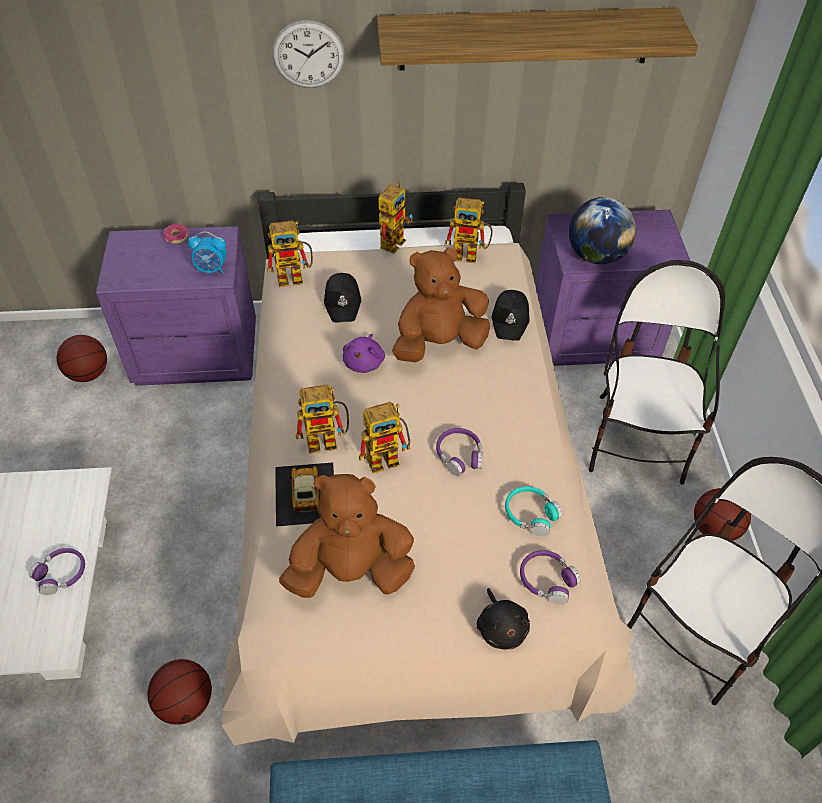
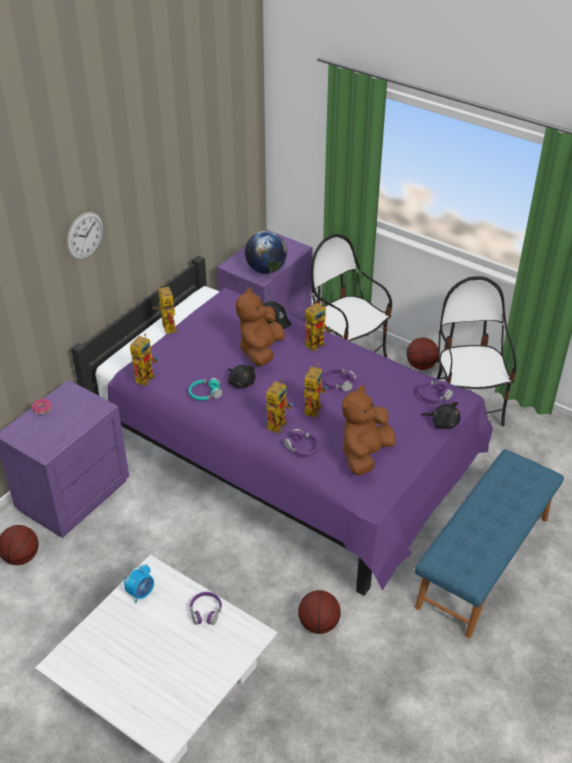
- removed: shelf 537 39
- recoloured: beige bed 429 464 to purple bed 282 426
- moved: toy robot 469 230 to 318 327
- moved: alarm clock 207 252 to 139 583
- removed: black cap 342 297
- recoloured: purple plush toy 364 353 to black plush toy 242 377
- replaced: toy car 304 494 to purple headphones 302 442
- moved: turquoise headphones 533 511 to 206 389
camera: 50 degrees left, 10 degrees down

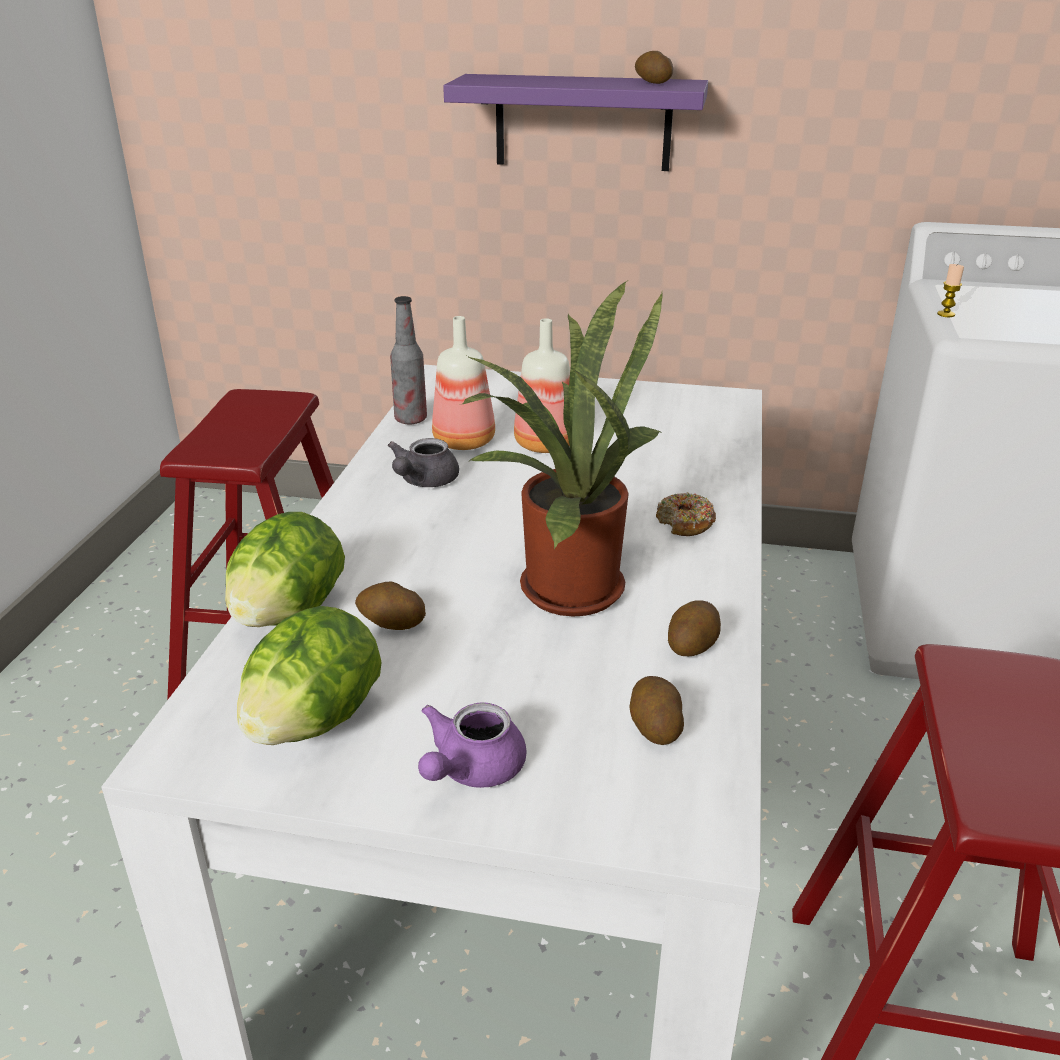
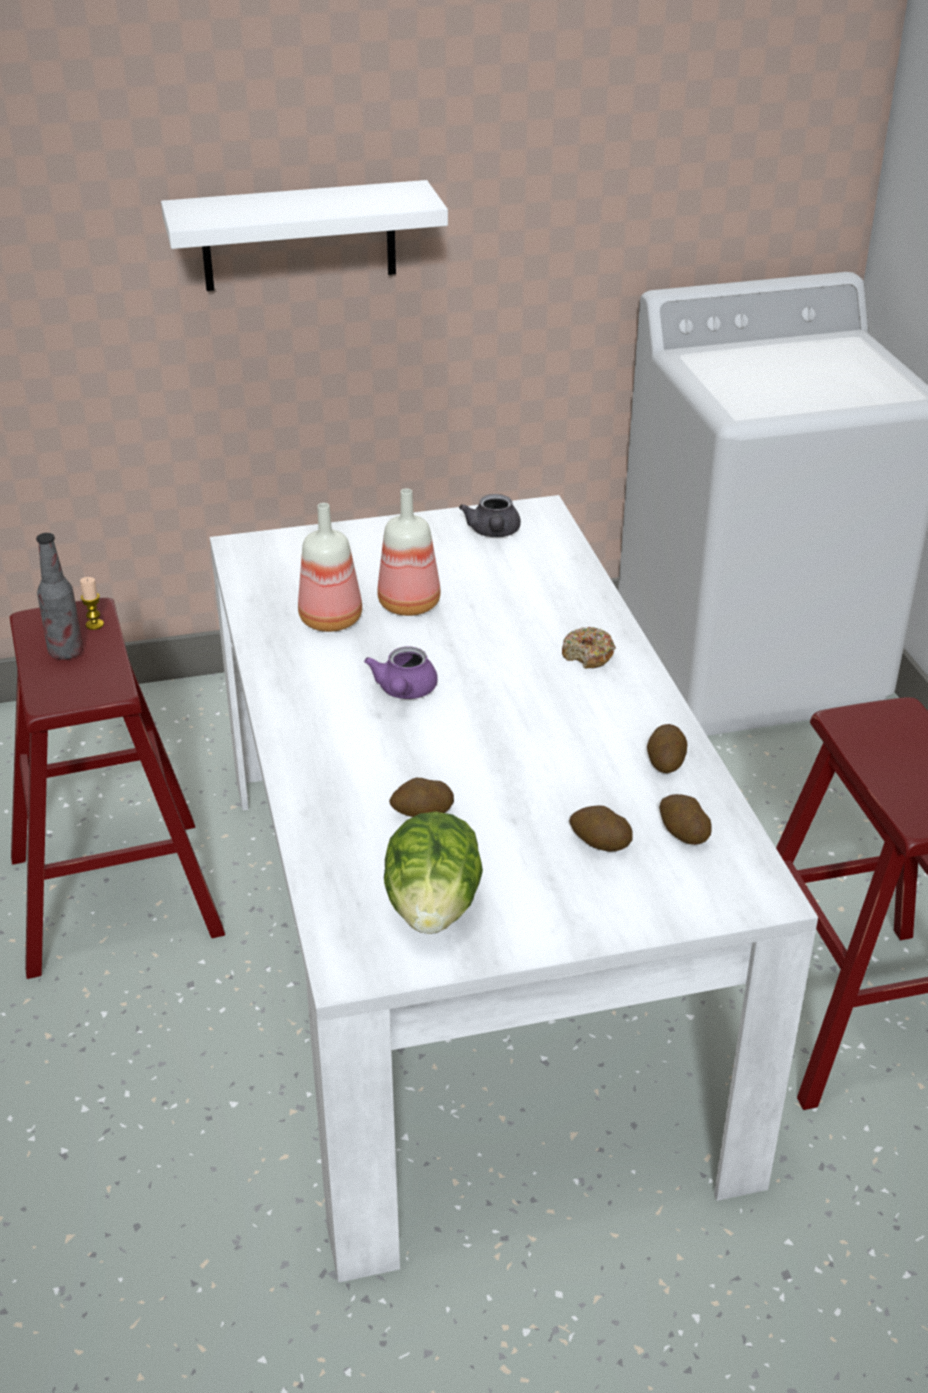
- moved: potato 654 67 to 601 828
- recoloured: purple shelf 575 122 to white shelf 304 235
- moved: candle 950 290 to 92 603
- removed: potted plant 560 449
- moved: bottle 408 360 to 59 596
- moved: grey teapot 423 462 to 490 515
- removed: lettuce 285 569
- moved: purple teapot 472 745 to 401 673
camera: 25 degrees left, 5 degrees up

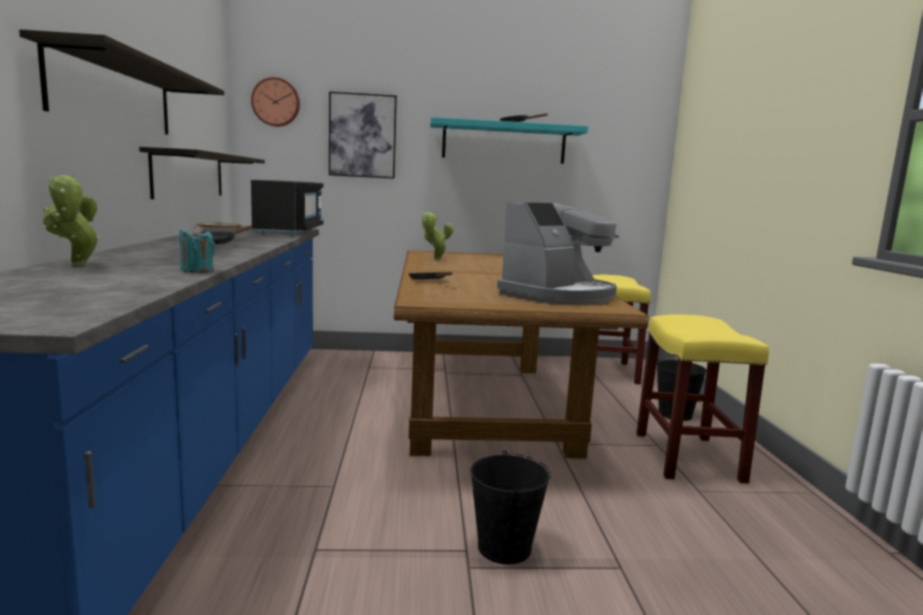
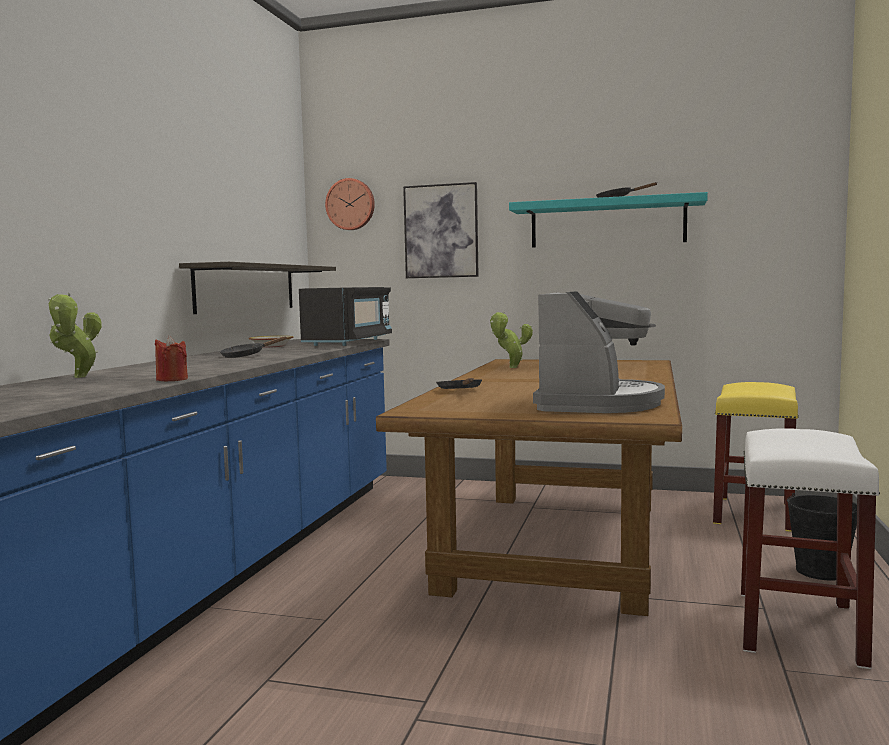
- removed: shelf 121 82
- turned: coffee machine 558 253 = 599 352 45 degrees counterclockwise
- recoloured: turquoise candle 197 249 to red candle 171 358
- recoloured: yellow stool 702 399 to white stool 810 548
- removed: black bucket 510 507
camera: 20 degrees right, 5 degrees down

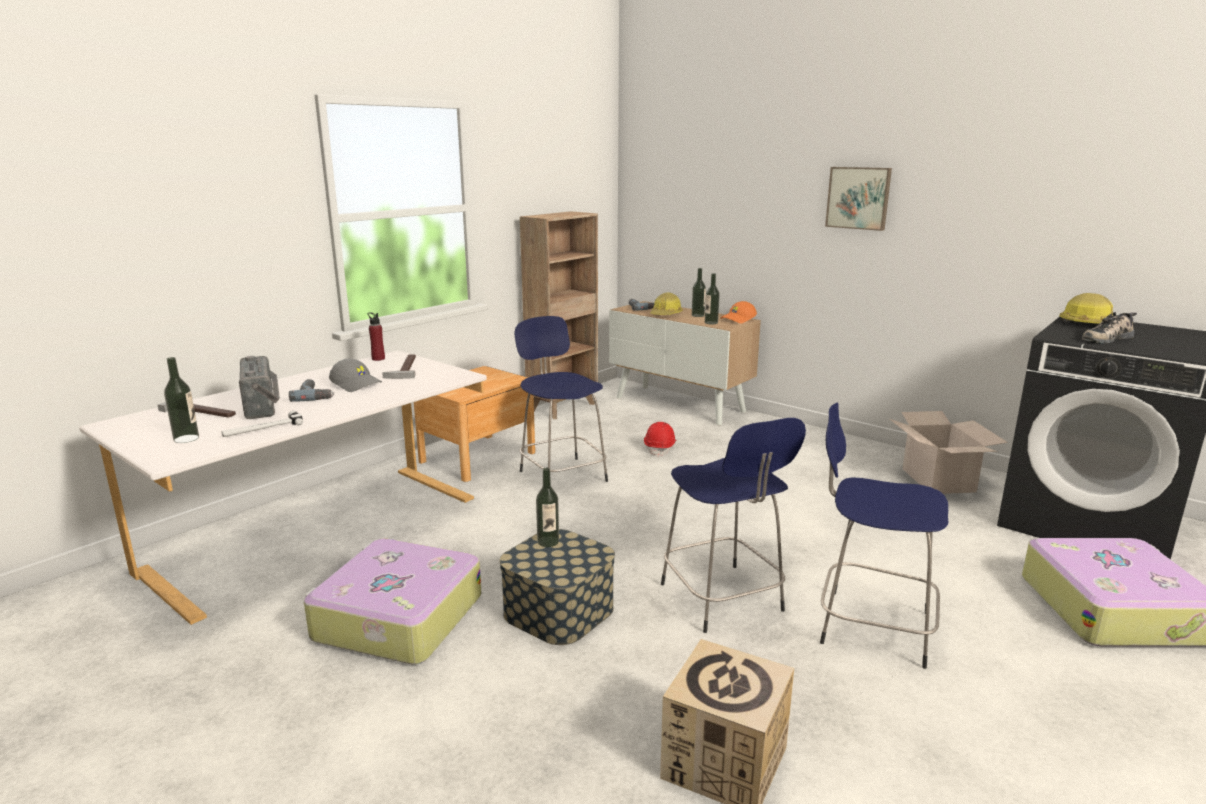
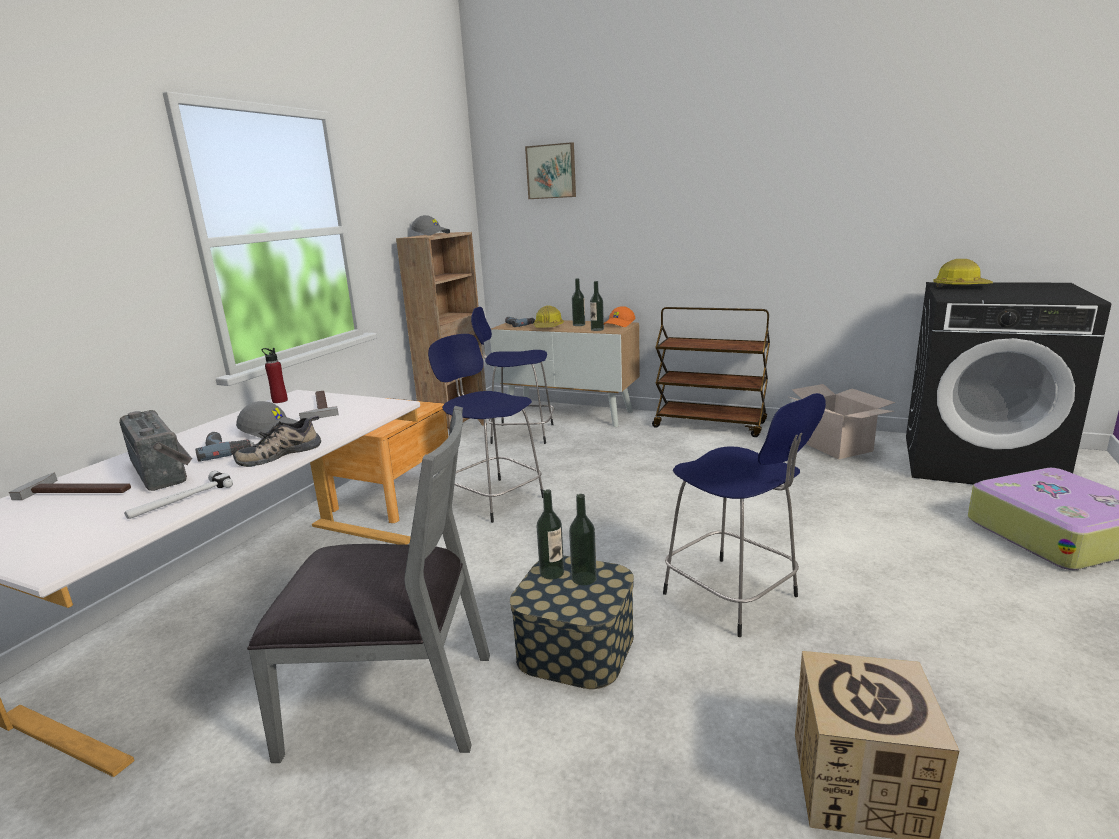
- moved: picture 858 199 to 550 170
- moved: shoe 1109 328 to 277 441
- moved: bottle 181 400 to 583 539
- moved: blue stool 884 536 to 512 375
- removed: red hard hat 660 439
- replaced: suitcase 392 601 to grey chair 368 584
- added: grey cap 430 225
- added: brown cart 711 372
camera: 15 degrees left, 0 degrees up

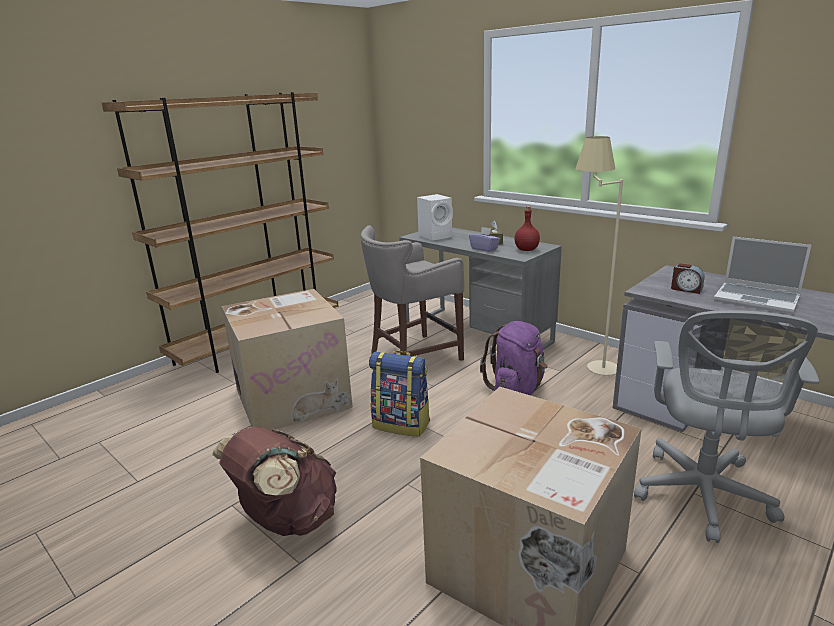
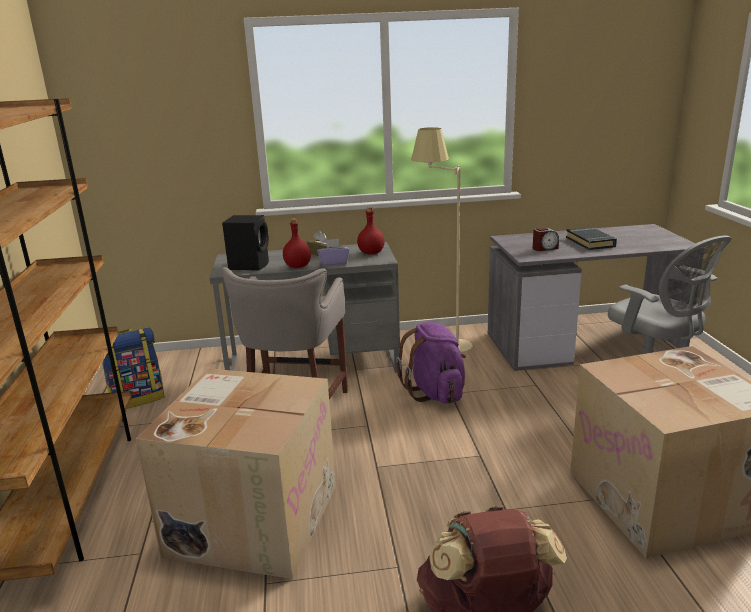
- recoloured: white speaker 435 217 to black speaker 245 243
- replaced: laptop 763 275 to black book 591 238
- moved: backpack 399 394 to 133 368
- added: red bottle 297 243
camera: 50 degrees left, 0 degrees up

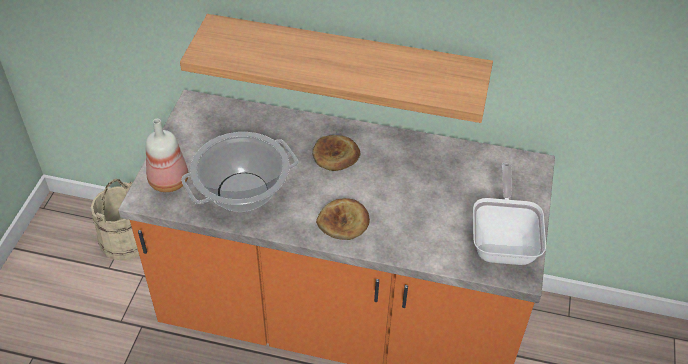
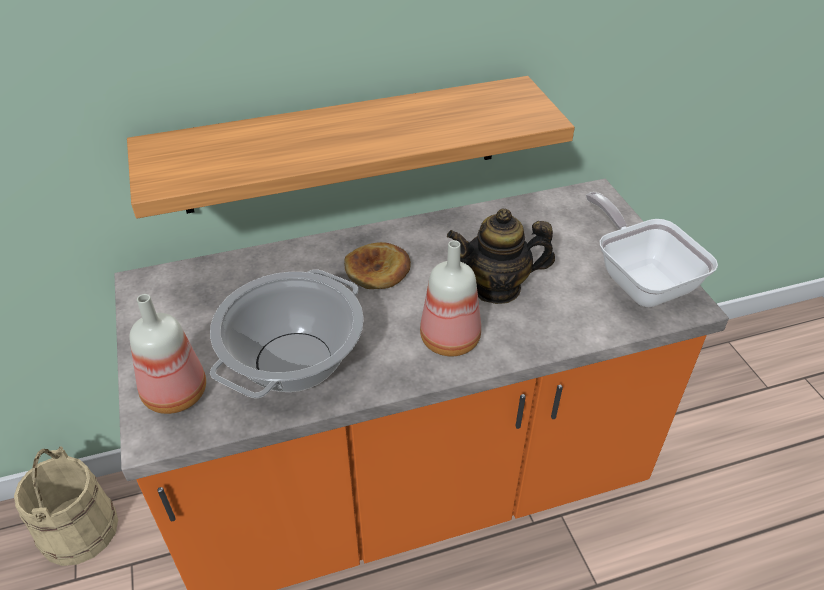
- replaced: bread 343 219 to bottle 450 298
- added: teapot 501 256
camera: 30 degrees left, 5 degrees down

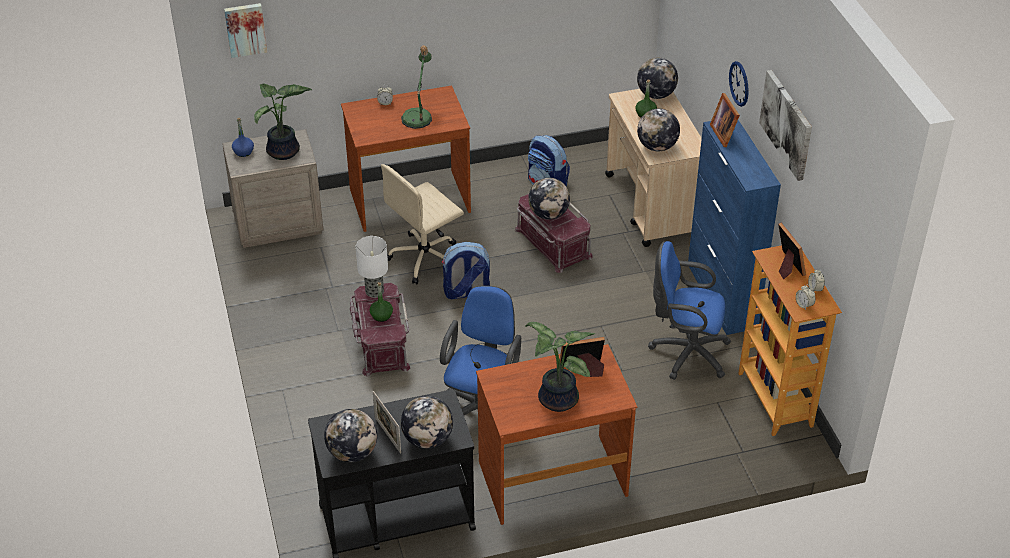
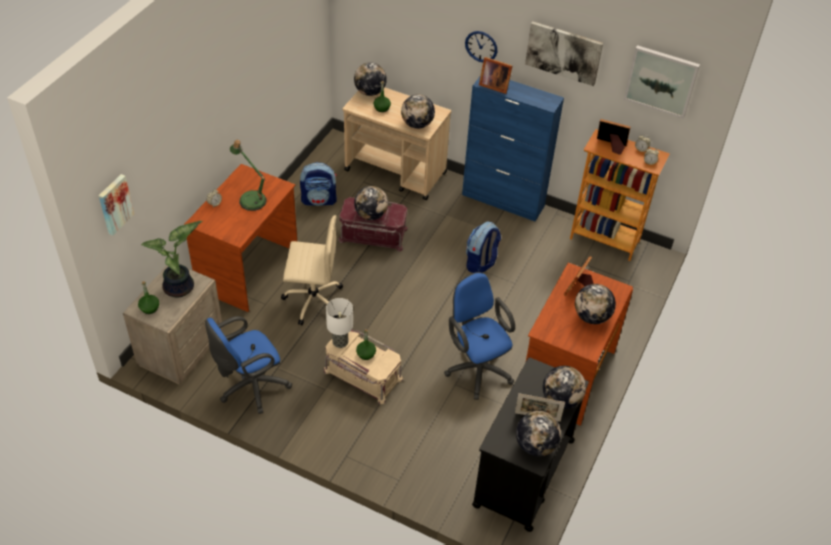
- recoloured: blue bottle 243 137 to green bottle 148 297
- turned: beige office chair 422 224 = 312 270 90 degrees counterclockwise
- moved: blue office chair 689 310 to 248 365
- moved: backpack 466 270 to 483 247
- recoloured: red storage box 380 329 to beige storage box 363 367
- replaced: potted plant 560 367 to globe 595 304
- added: picture 662 82
camera: 50 degrees left, 5 degrees up

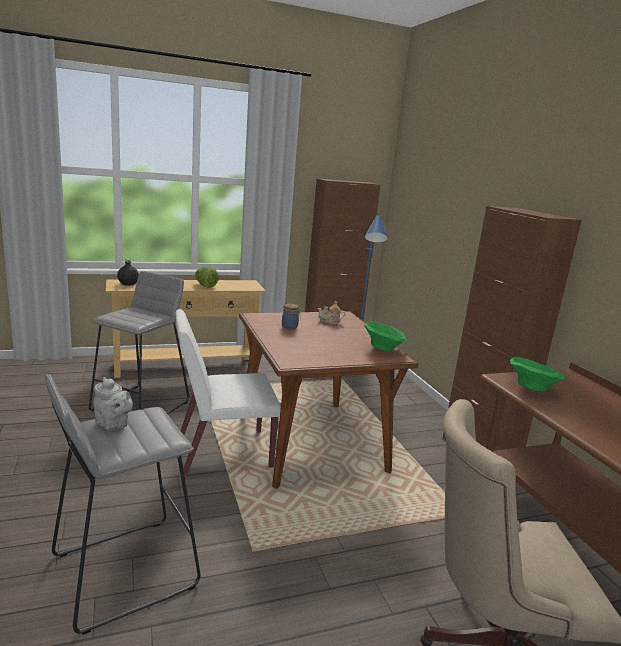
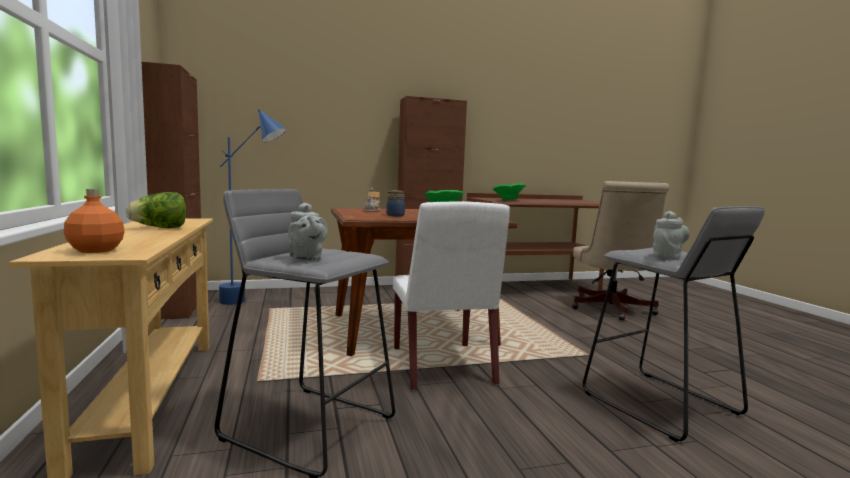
- recoloured: black bottle 128 272 to orange bottle 94 221
- added: grey teapot 308 232
camera: 85 degrees left, 10 degrees down

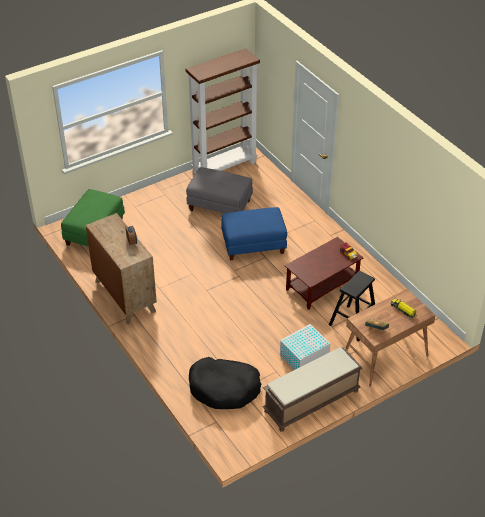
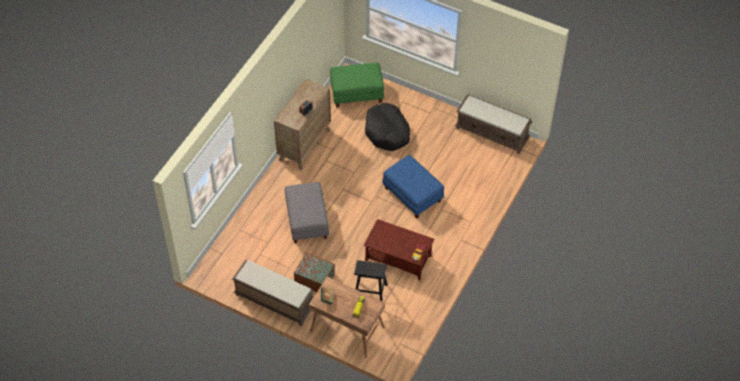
- replaced: brown bookcase 223 111 to brown bench 494 124
- moved: grey ottoman 219 190 to 307 212
- recoloured: white storage box 305 347 to brown storage box 314 272
- moved: black dog bed 225 383 to 387 127
camera: 60 degrees right, 10 degrees up

